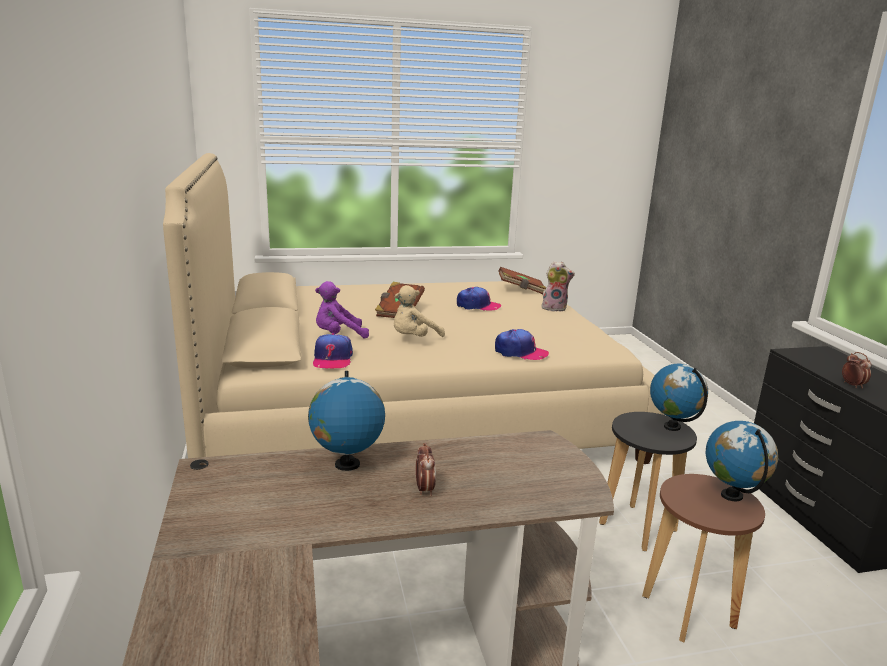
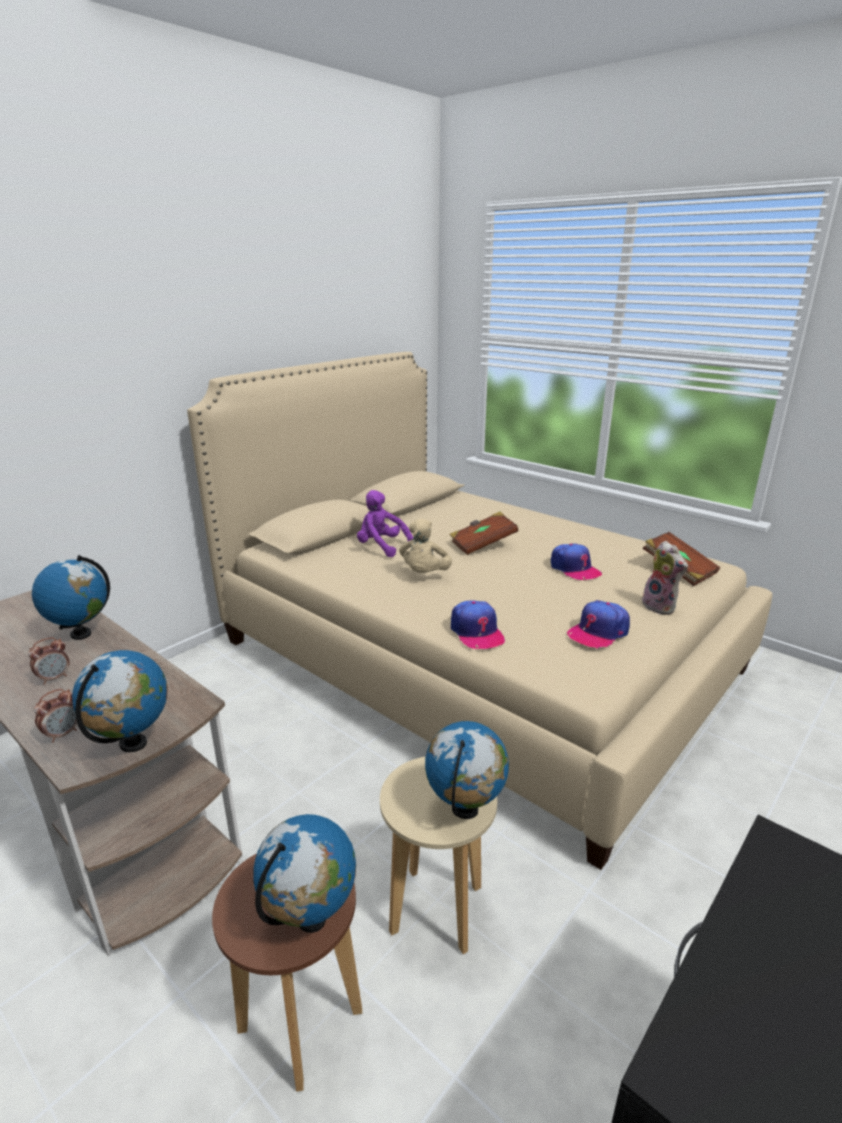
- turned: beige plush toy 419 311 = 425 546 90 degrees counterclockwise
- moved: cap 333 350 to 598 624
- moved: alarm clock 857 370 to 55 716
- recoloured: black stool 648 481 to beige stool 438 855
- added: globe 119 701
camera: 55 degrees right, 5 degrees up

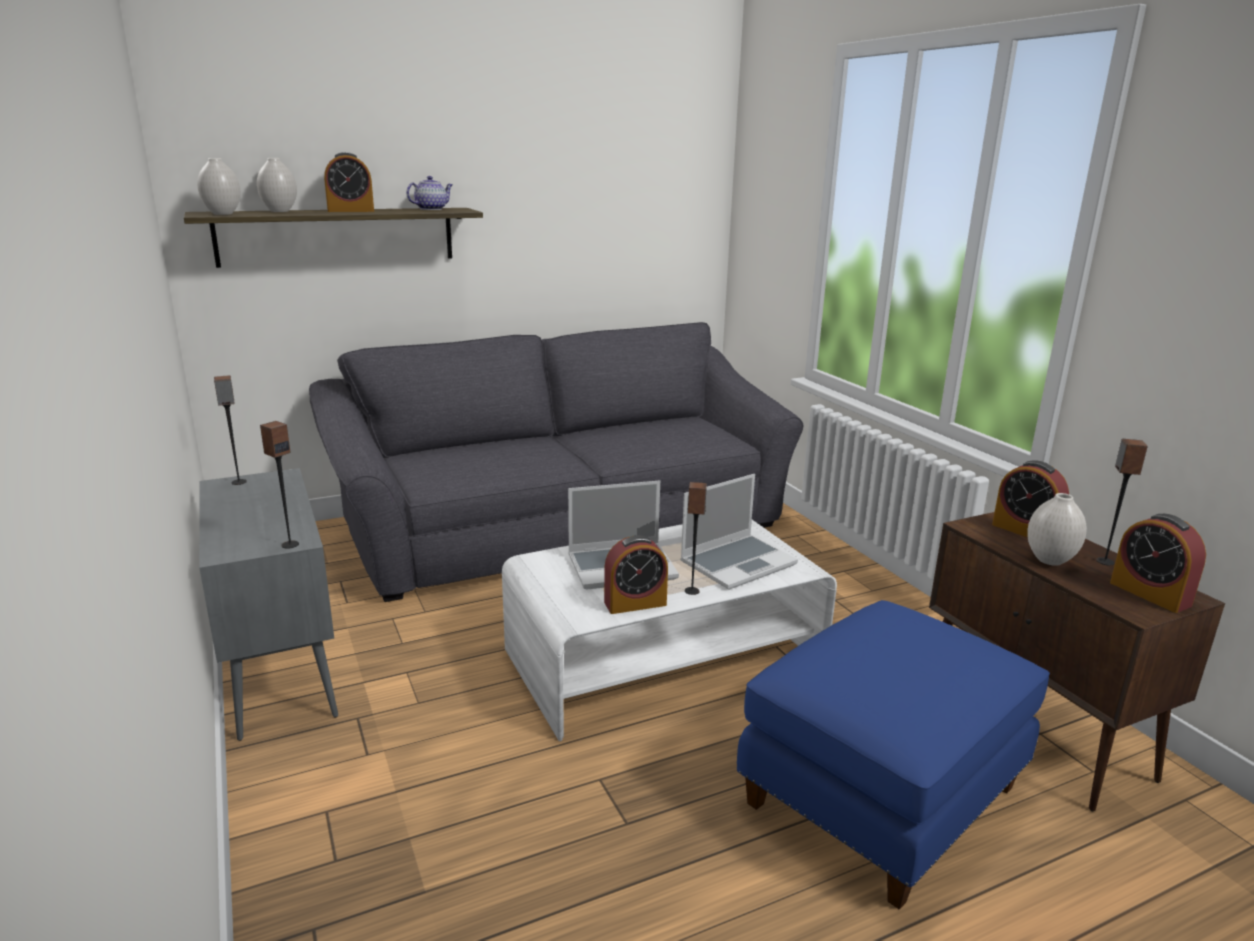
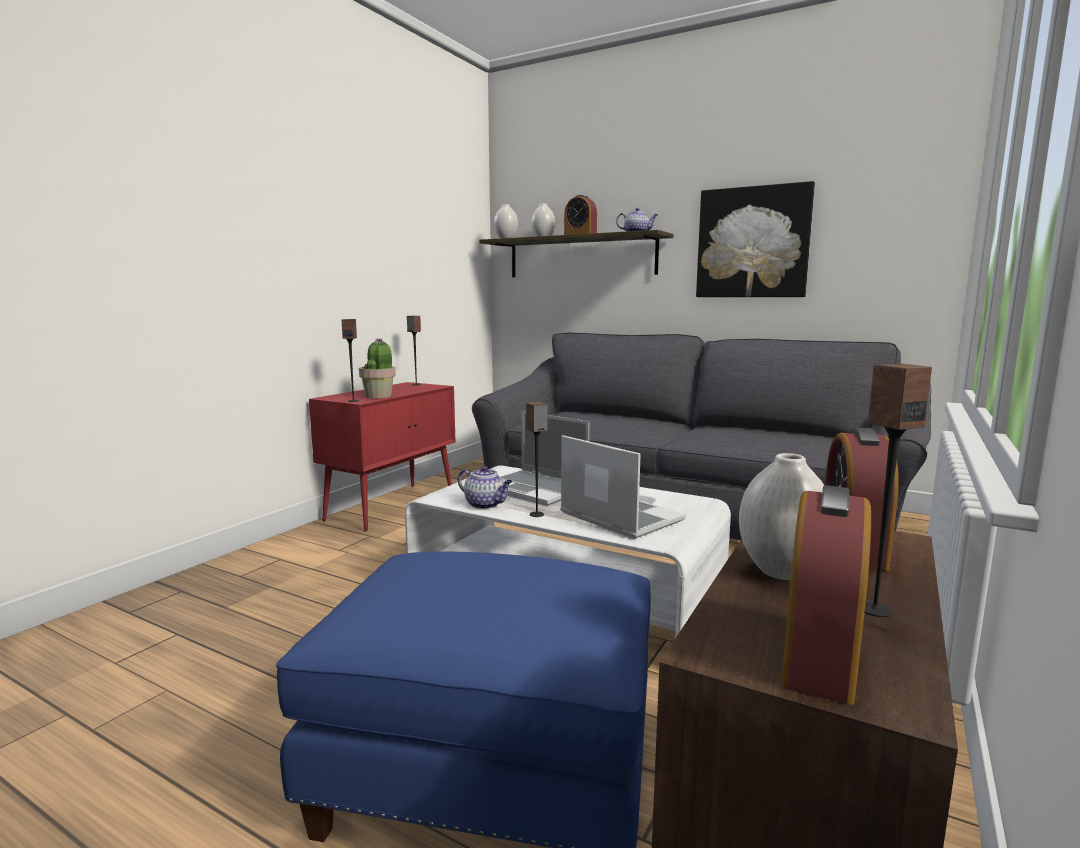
- recoloured: grey cabinet 268 604 to red cabinet 382 456
- turned: laptop 739 532 = 623 487 150 degrees counterclockwise
- replaced: alarm clock 636 574 to teapot 485 487
- added: picture 755 239
- added: potted plant 377 368
camera: 55 degrees right, 10 degrees down

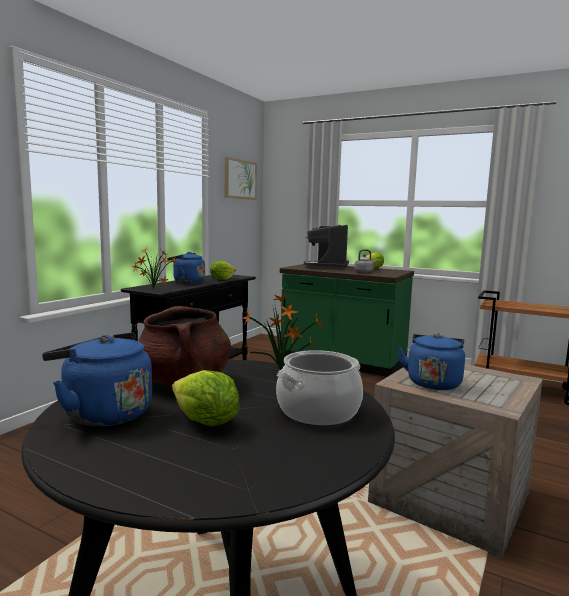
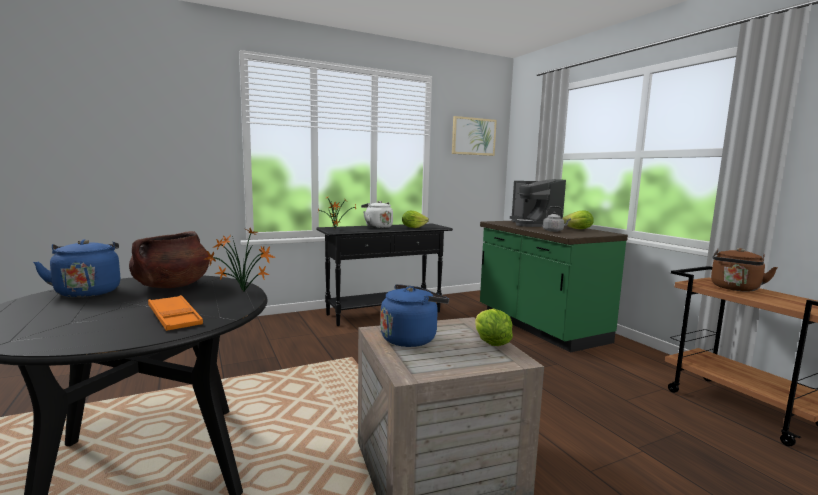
- turned: coffee machine 326 247 = 538 203 60 degrees counterclockwise
- recoloured: blue kettle 186 268 to white kettle 377 214
- replaced: cooking pot 319 387 to orange tray 175 313
- moved: lettuce 206 398 to 494 327
- added: brown kettle 744 270
camera: 35 degrees right, 0 degrees up

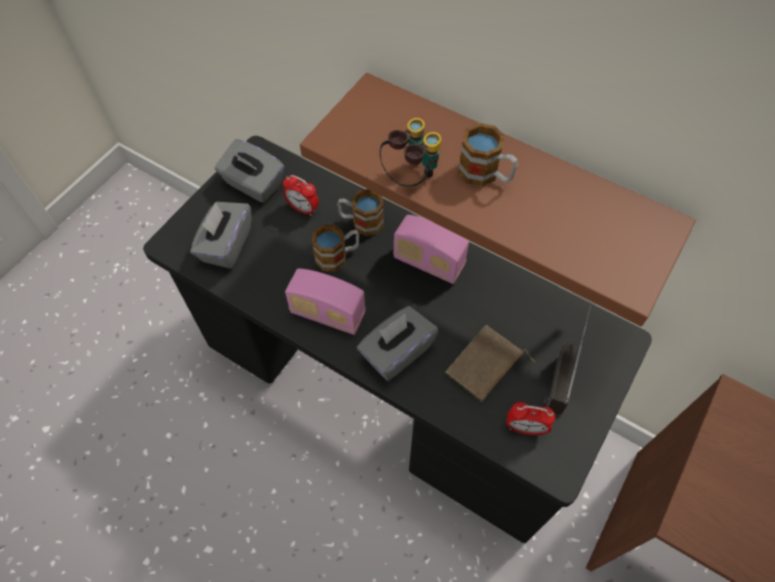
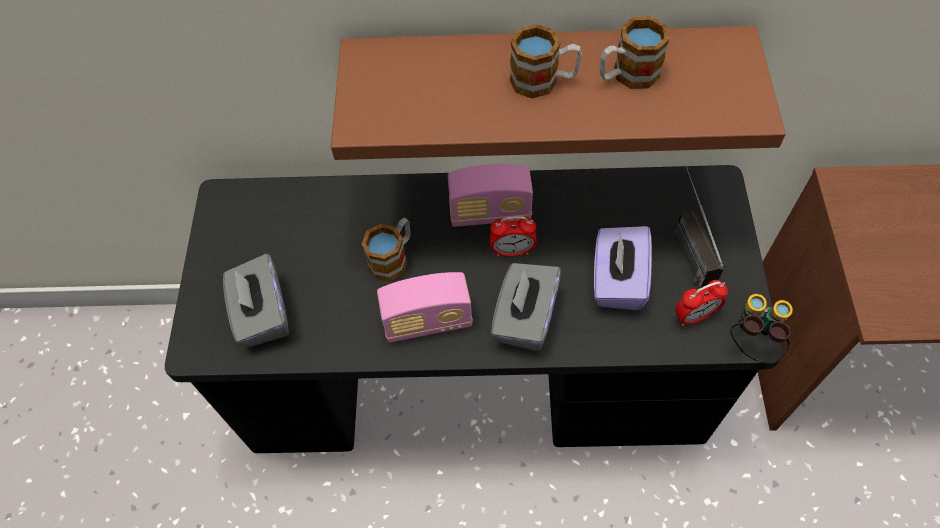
- moved: binoculars 411 152 to 761 328
- removed: grey tissue box 249 171
- moved: alarm clock 301 195 to 513 236
- moved: mug 360 212 to 635 52
- replaced: brown book 490 363 to purple tissue box 623 268
camera: 30 degrees left, 0 degrees up

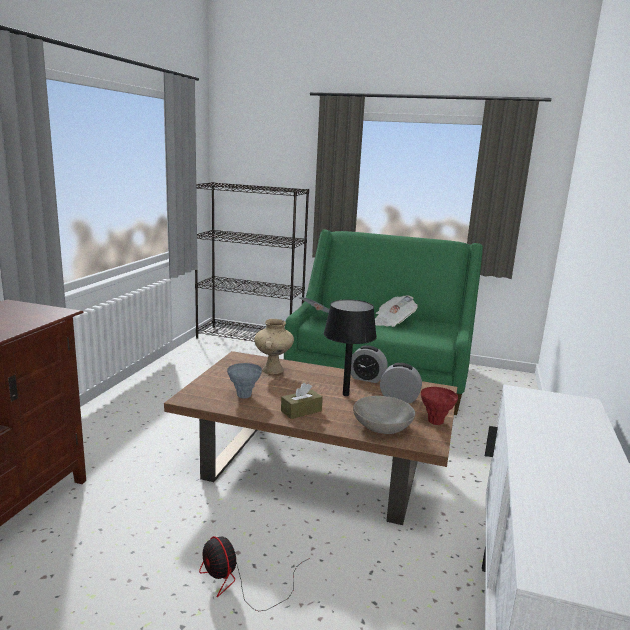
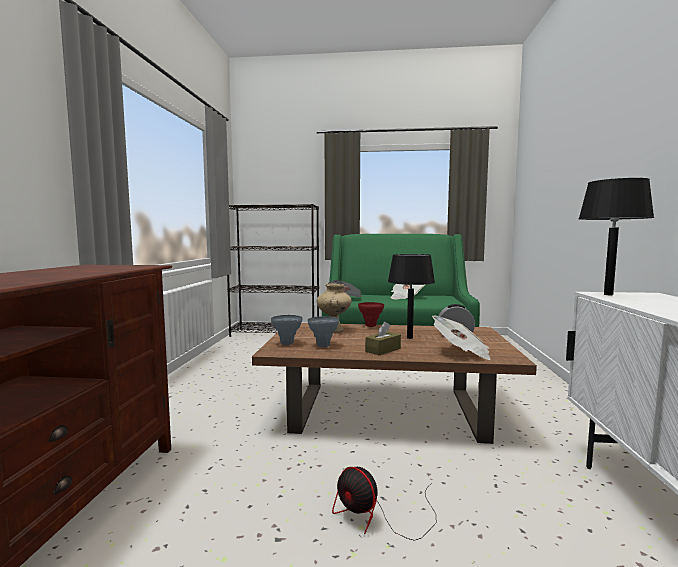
- removed: alarm clock 369 364
- moved: red vase 439 406 to 371 314
- replaced: grey bowl 384 415 to newspaper 461 337
- added: black table lamp 616 236
- added: grey vase 286 330
camera: 10 degrees left, 10 degrees down

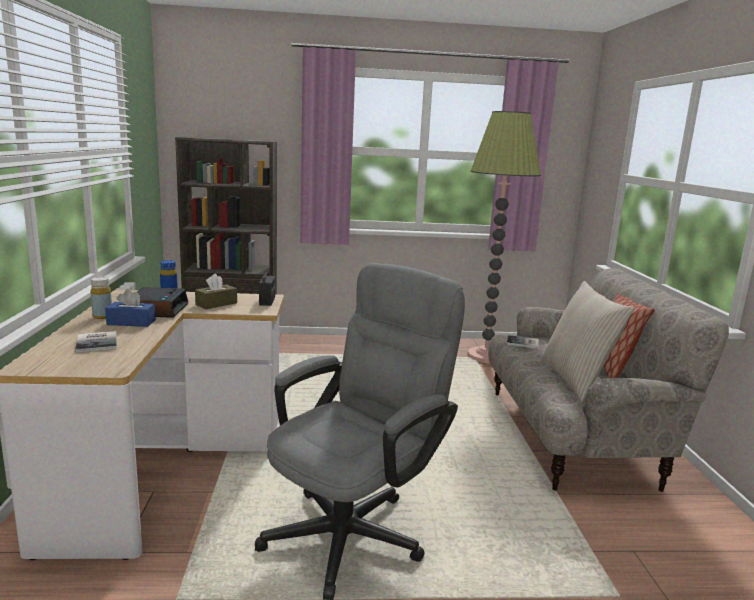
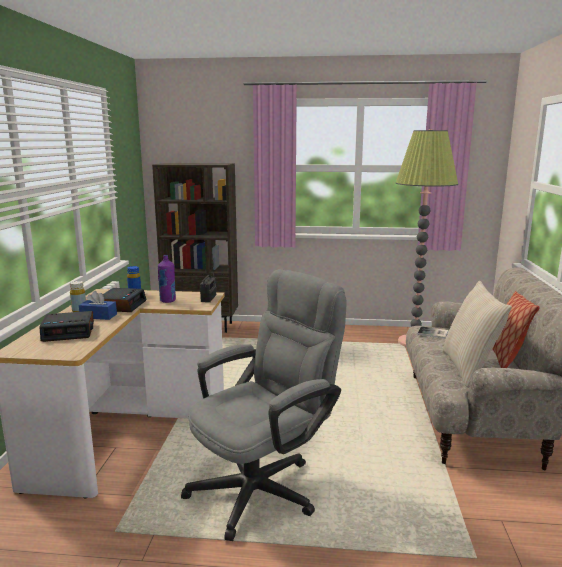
- replaced: brown tissue box 216 291 to purple bottle 167 279
- replaced: book 96 342 to alarm clock 66 326
camera: 10 degrees right, 0 degrees up

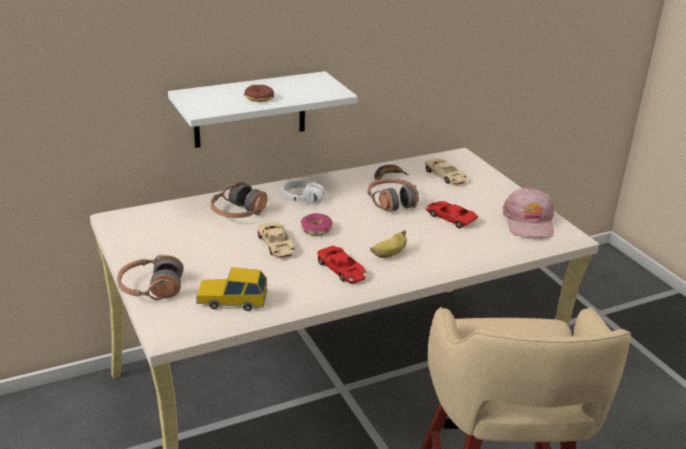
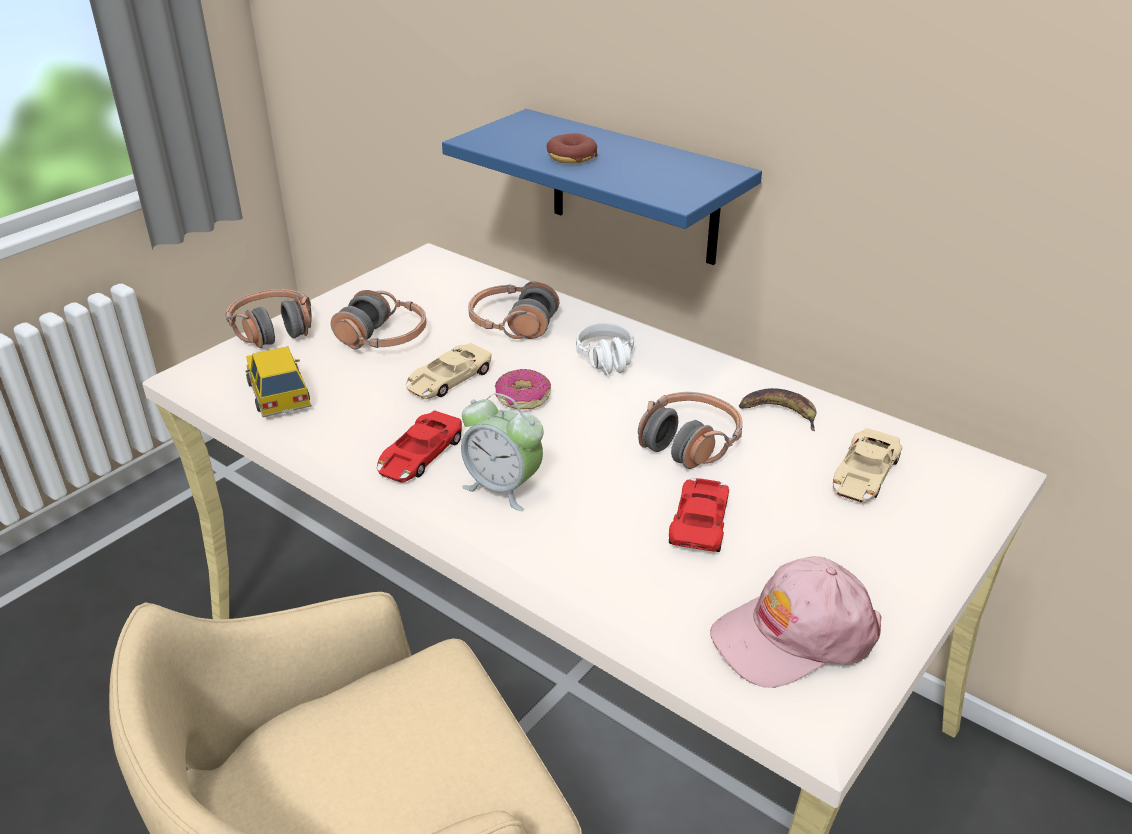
- recoloured: white shelf 263 109 to blue shelf 602 187
- replaced: banana 388 244 to alarm clock 502 452
- added: headphones 378 320
camera: 65 degrees right, 5 degrees up

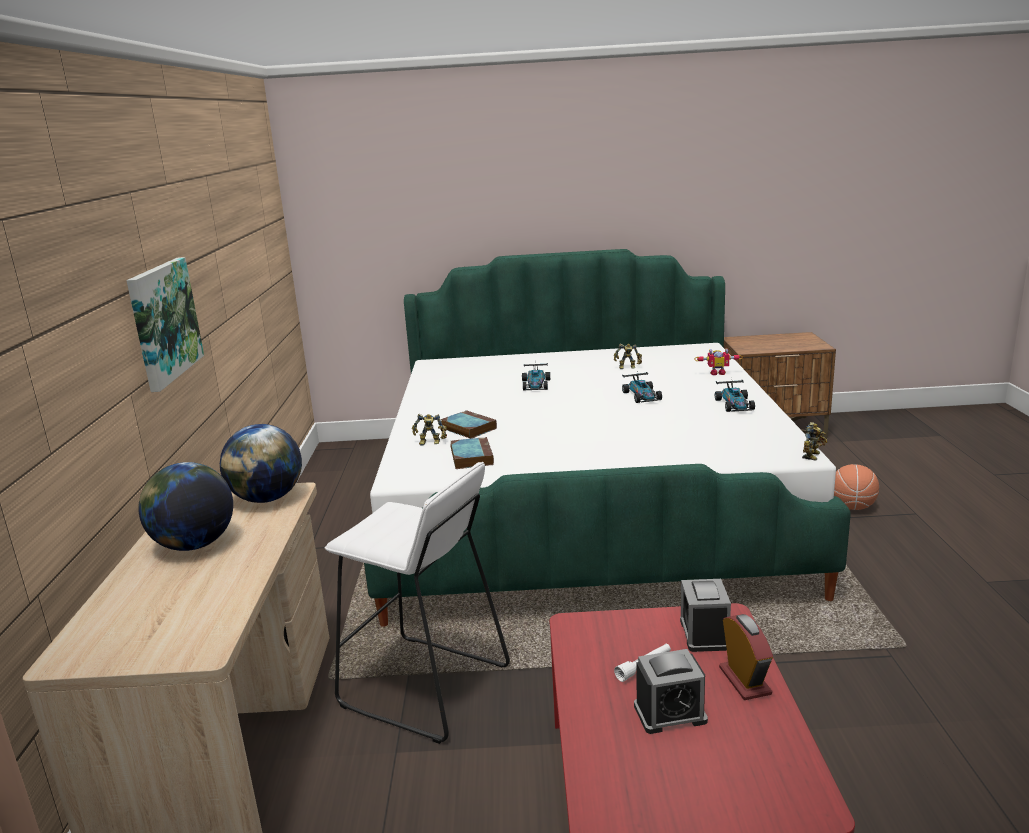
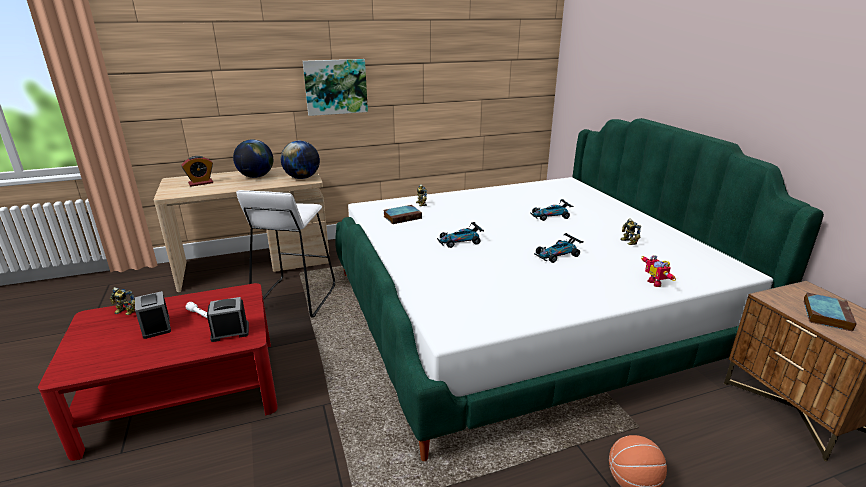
- moved: toy car 735 394 to 460 235
- moved: book 469 424 to 830 312
- moved: toy robot 814 441 to 122 301
- moved: alarm clock 746 657 to 197 171
camera: 70 degrees right, 5 degrees up

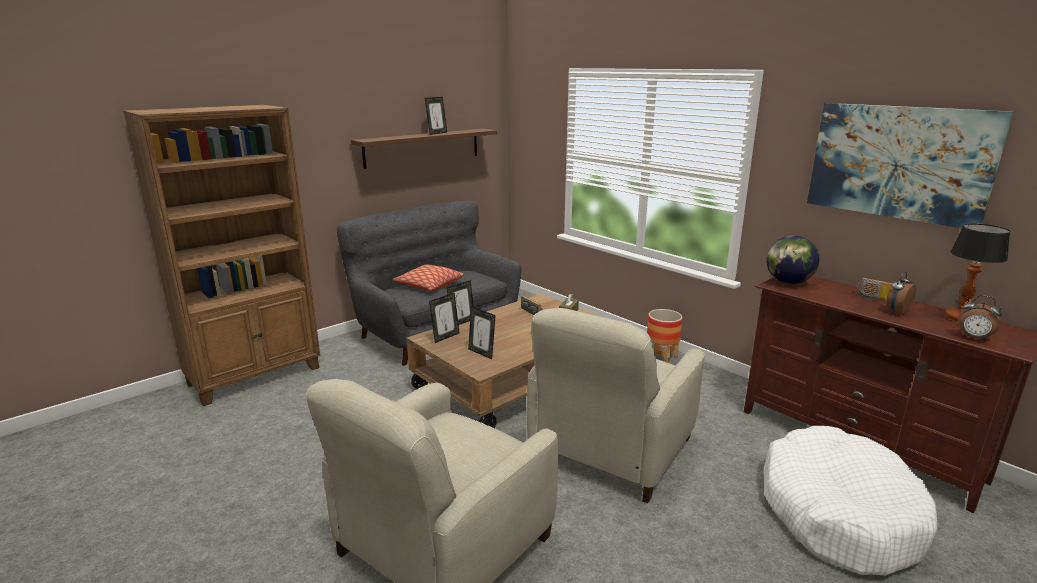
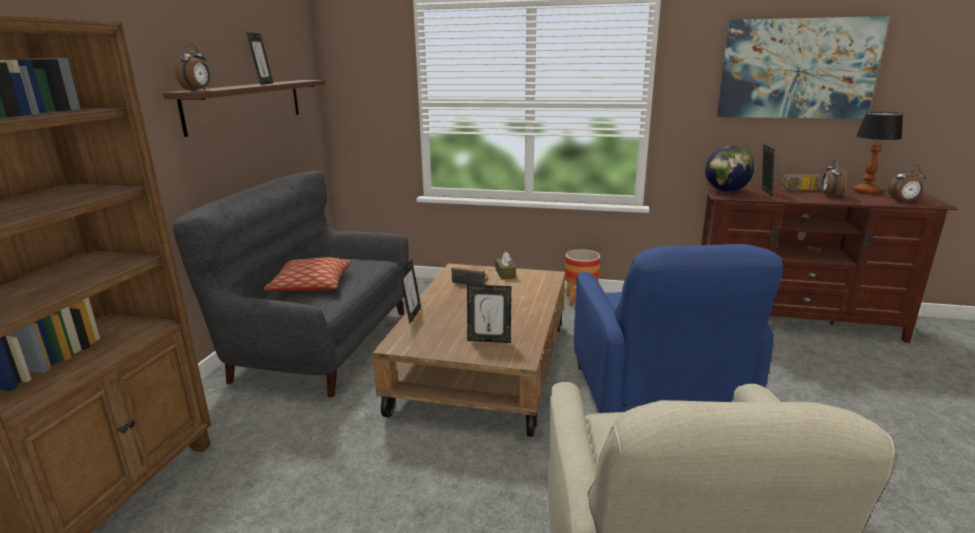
- moved: picture frame 444 317 to 768 170
- recoloured: beige armchair 616 405 to blue armchair 678 328
- removed: white dog bed 851 501
- added: alarm clock 192 67
camera: 35 degrees left, 0 degrees up

